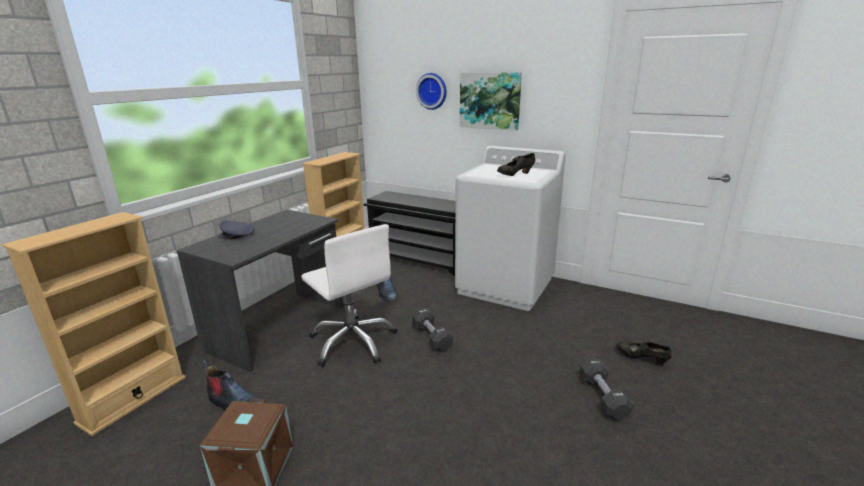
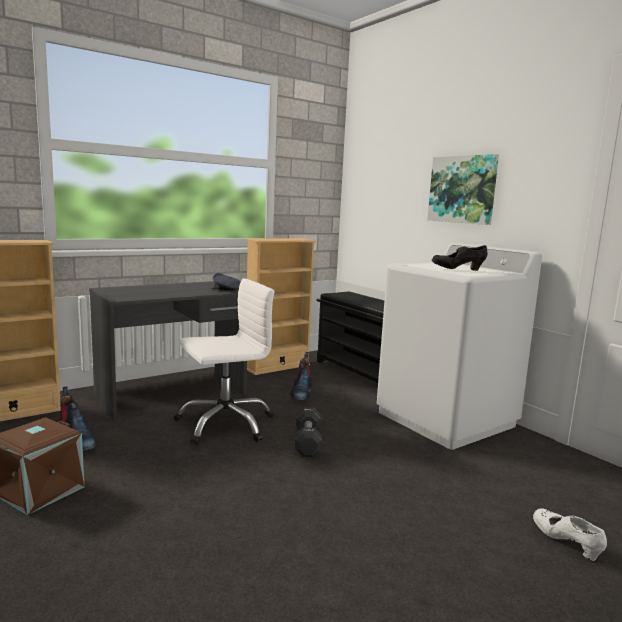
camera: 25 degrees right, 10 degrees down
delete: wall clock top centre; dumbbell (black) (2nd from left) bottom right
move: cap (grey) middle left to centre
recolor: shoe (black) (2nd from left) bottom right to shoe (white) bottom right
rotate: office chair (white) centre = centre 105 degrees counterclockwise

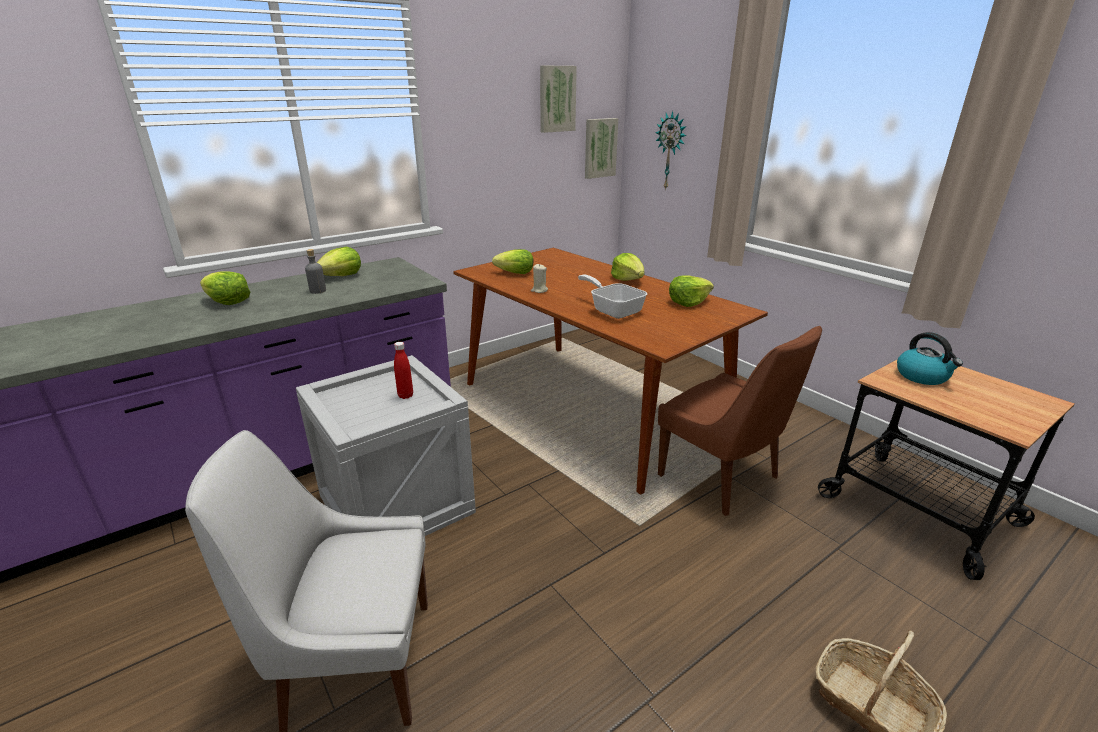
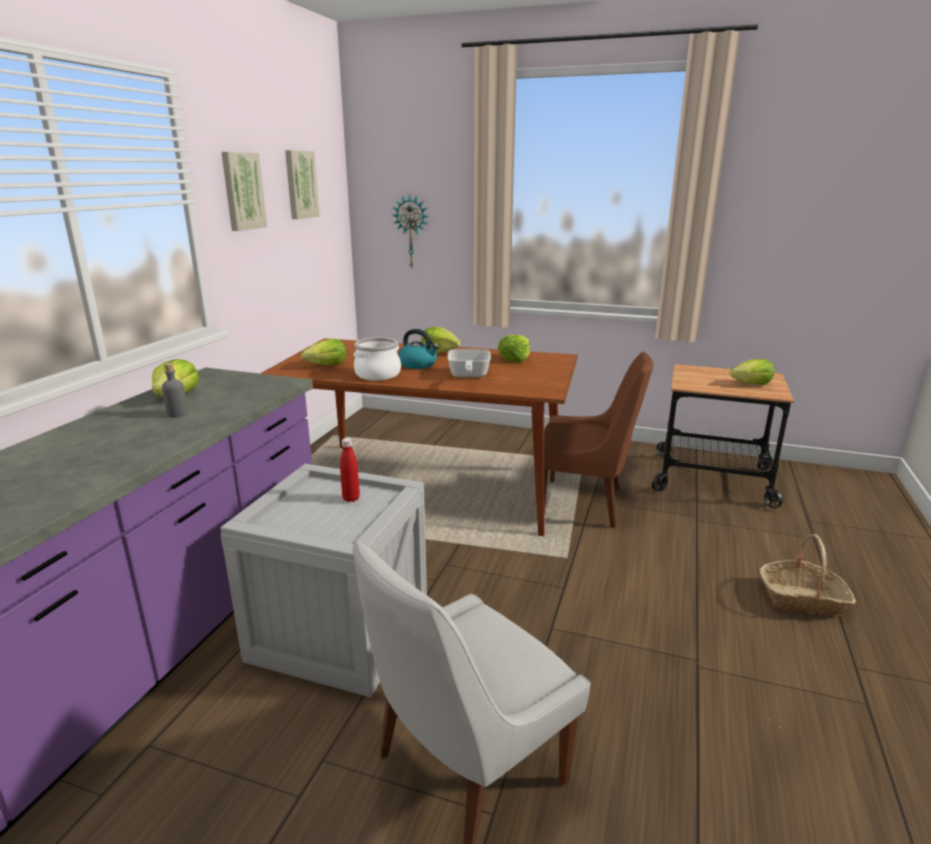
camera: 35 degrees left, 5 degrees down
move: lettuce (1st from left in the first image) middle left to lettuce (5th from left) middle right; picture (2nd from left in the first image) top centre to picture (1st from left) top left; kettle middle right to centre
replace: candle (beige) centre to cooking pot centre
rotate: frying pan centre = centre 105 degrees counterclockwise

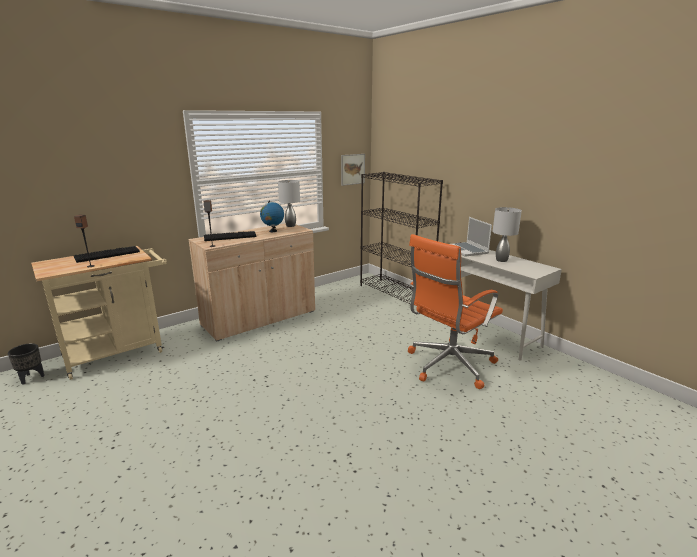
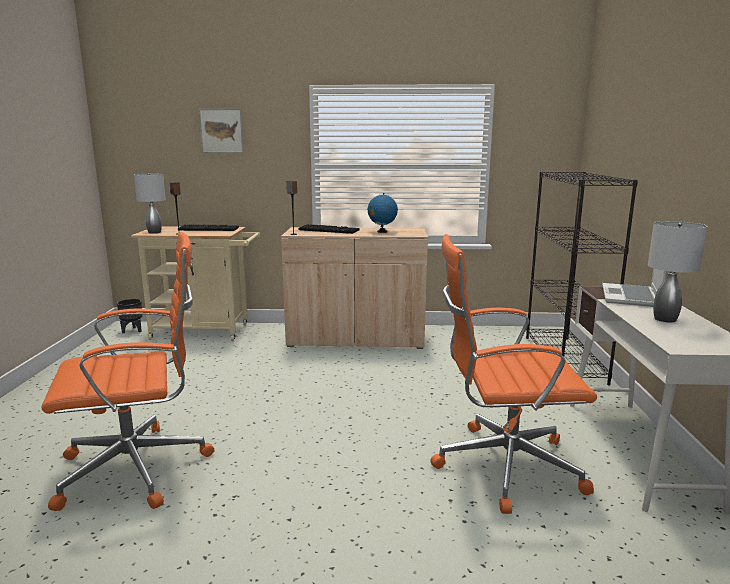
camera: 40 degrees right, 5 degrees down
insert: office chair (orange) (1st from left) middle left
move: table lamp (grey) (1st from left) centre to middle left; picture top centre to top left

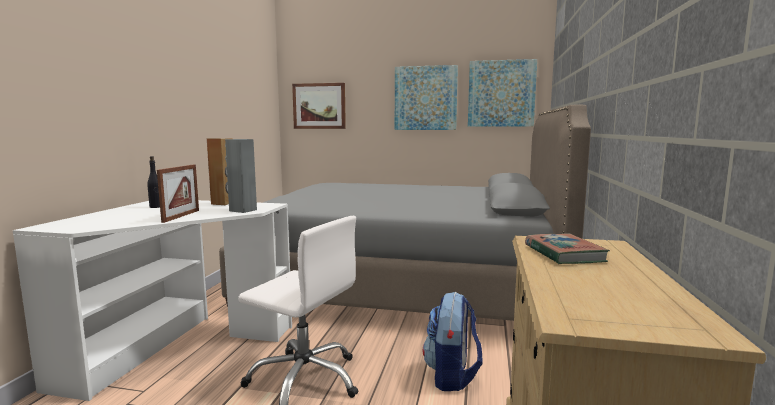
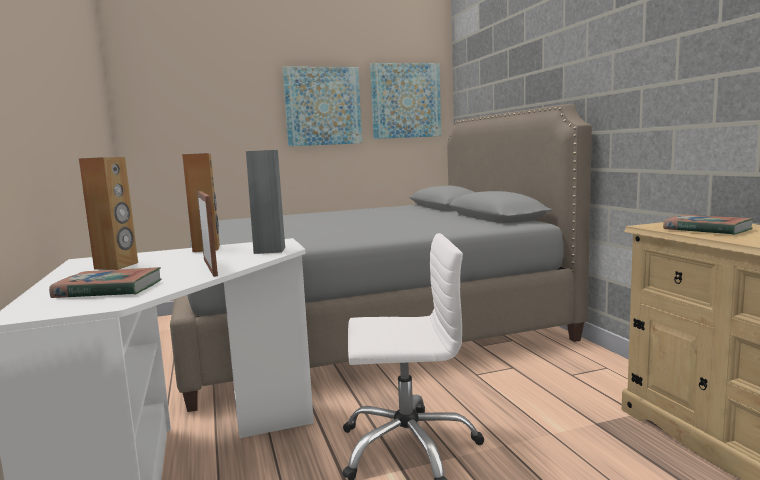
camera: 30 degrees left, 0 degrees up
delete: picture (1st from left) top centre; backpack bottom centre
insert: book (1st from left) middle left
replace: bottle (black) middle left to speaker (brown) (1st from left) middle left

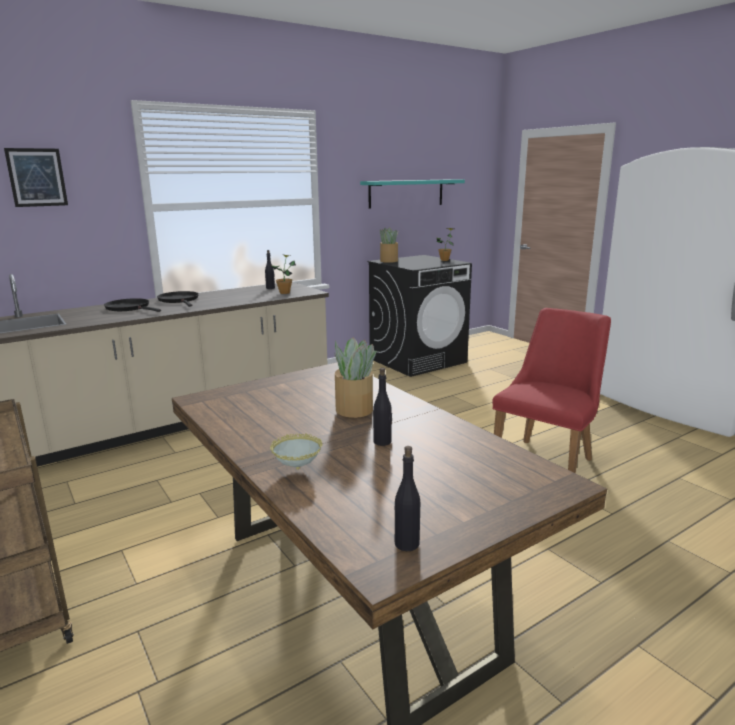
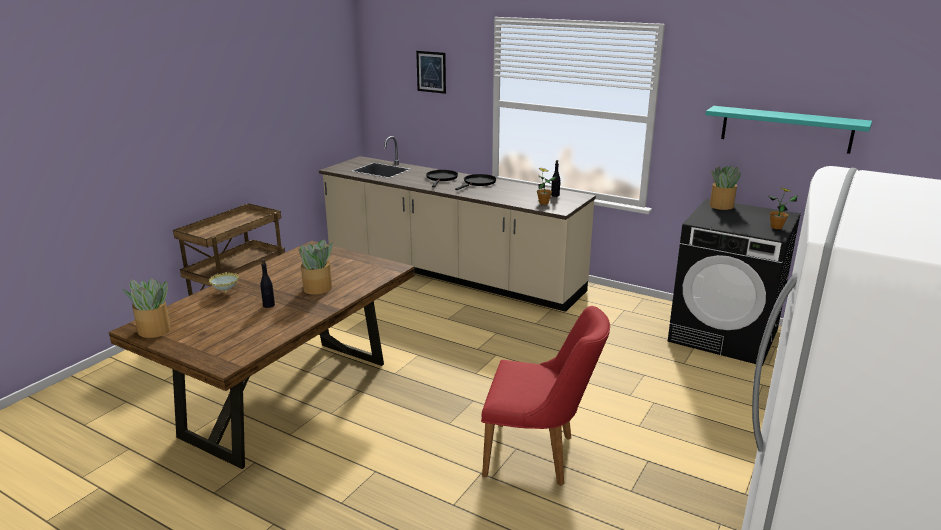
camera: 65 degrees right, 5 degrees up
replace: bottle (black) (3rd from left) bottom centre to potted plant (1st from left) middle left

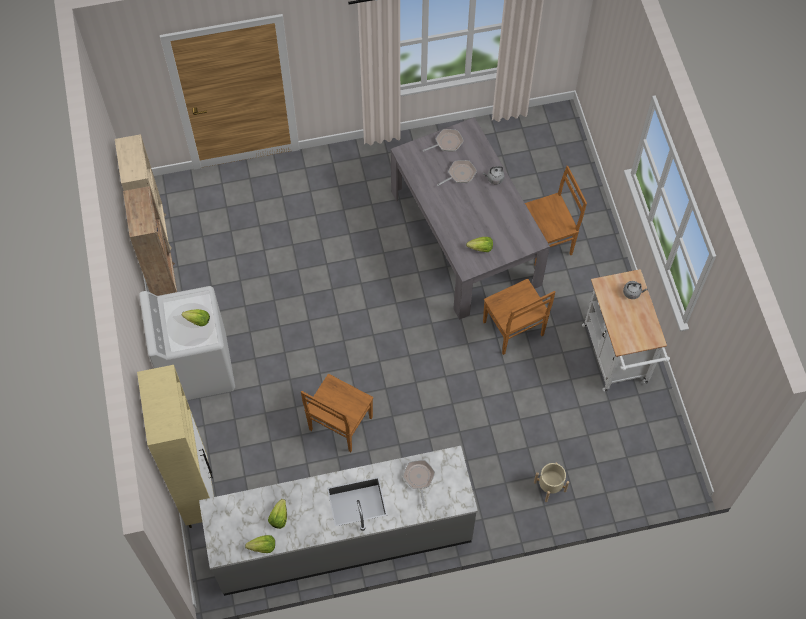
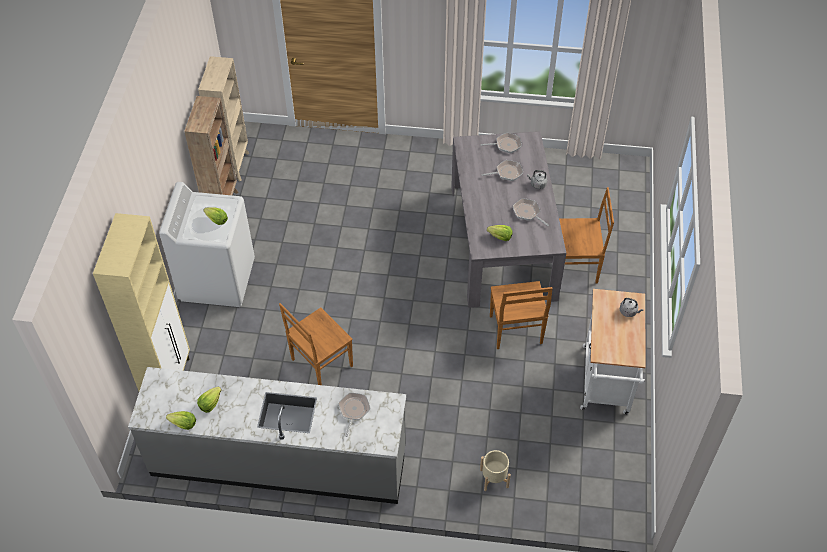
camera: 20 degrees right, 10 degrees down
insert: frying pan (4th from left) centre

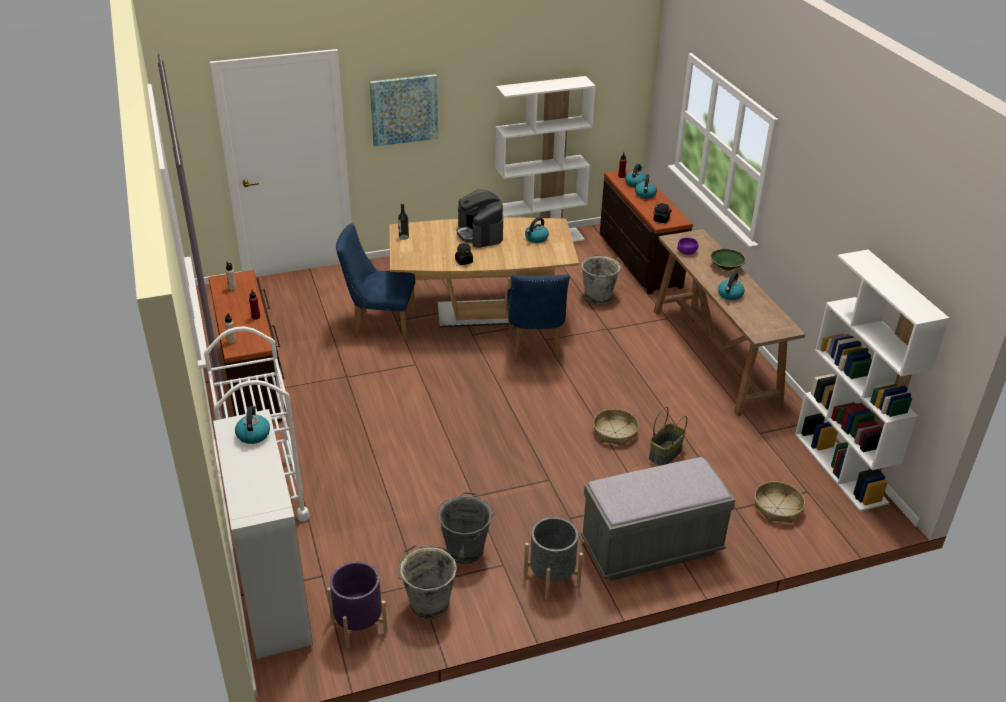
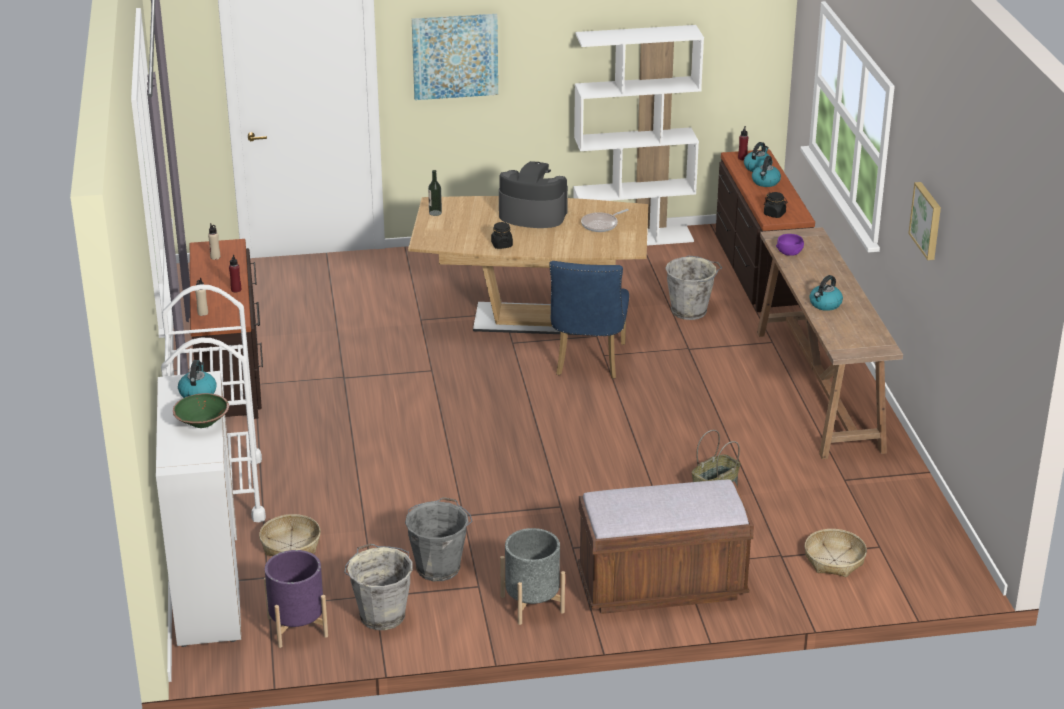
camera: 10 degrees right, 5 degrees down
delete: chair (blue) (1st from left) centre; bookcase (white) (2nd from left) middle right
insert: picture (2nd from left) top right
move: basket (1st from left) centre to bottom left; bowl (green) middle right to middle left
replace: kettle (2nd from left) top centre to frying pan top centre
recolor: bench (grey) bottom centre to bench (brown) bottom centre
rotate: coffee machine top centre = top centre 120 degrees clockwise

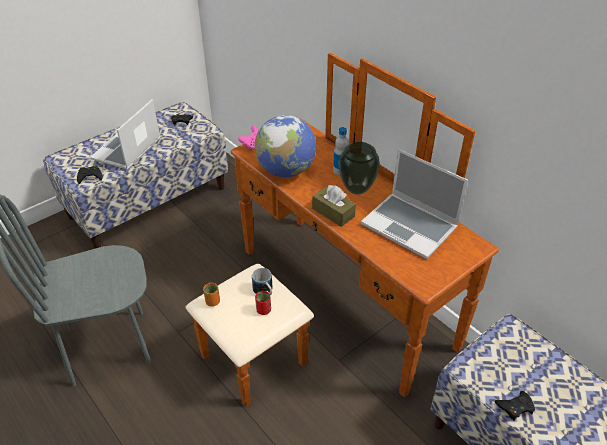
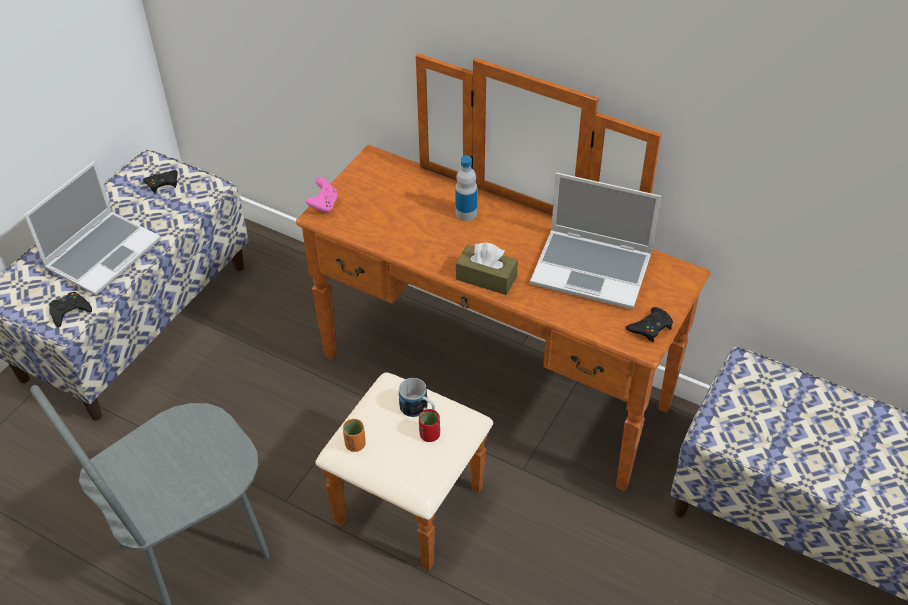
camera: 20 degrees left, 5 degrees up
delete: globe top centre; vase centre
move: game controller (black) (3rd from left) bottom right to middle right
rotate: laptop (1st from left) top left = middle left 150 degrees counterclockwise

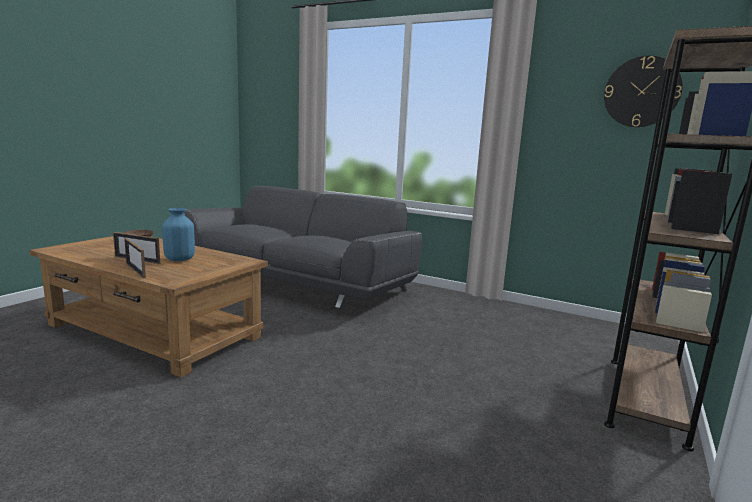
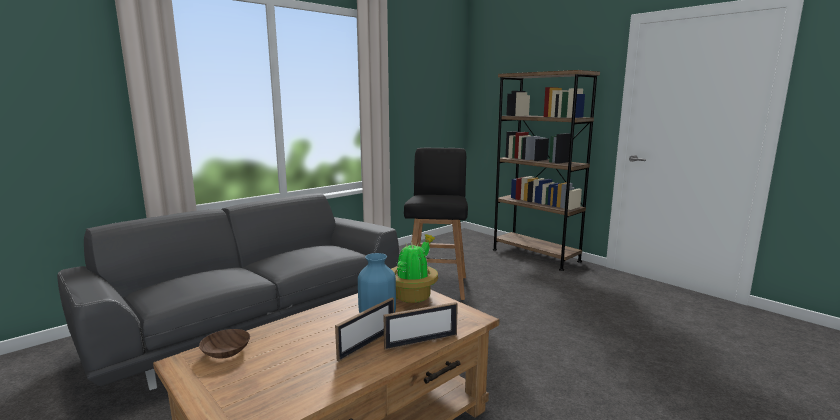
camera: 70 degrees left, 0 degrees up
delete: wall clock top right
insert: potted plant centre; stool (black) centre

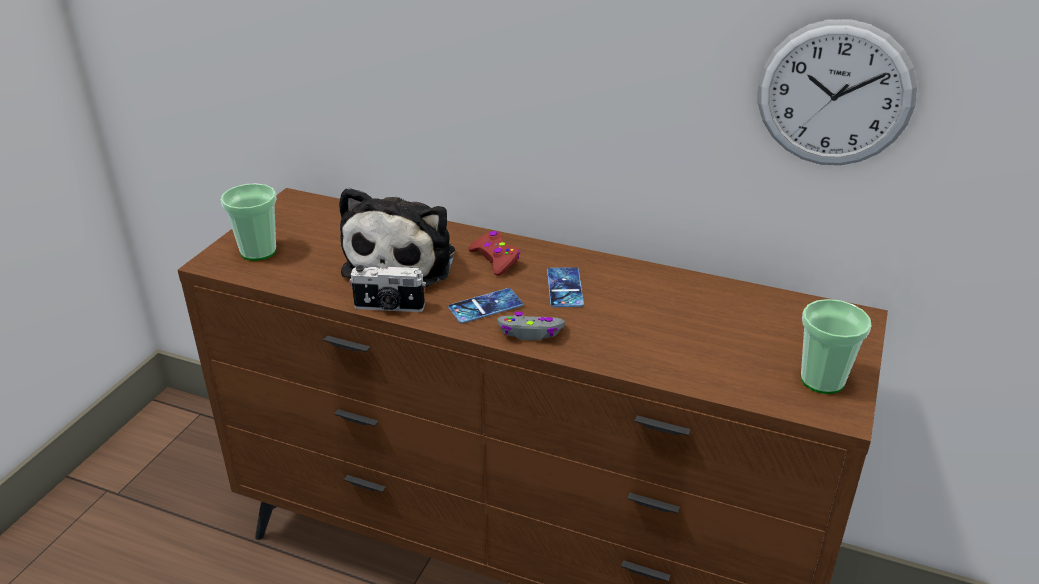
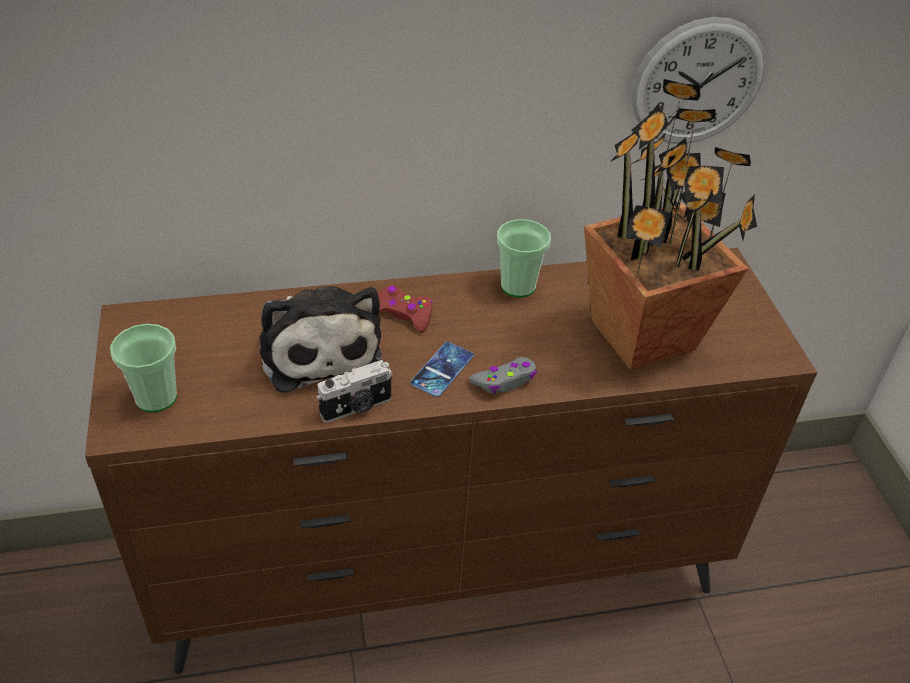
camera: 35 degrees left, 10 degrees up
delete: phone (2nd from left) centre
insert: potted plant top right
move: cup (2nd from left) middle right to centre

